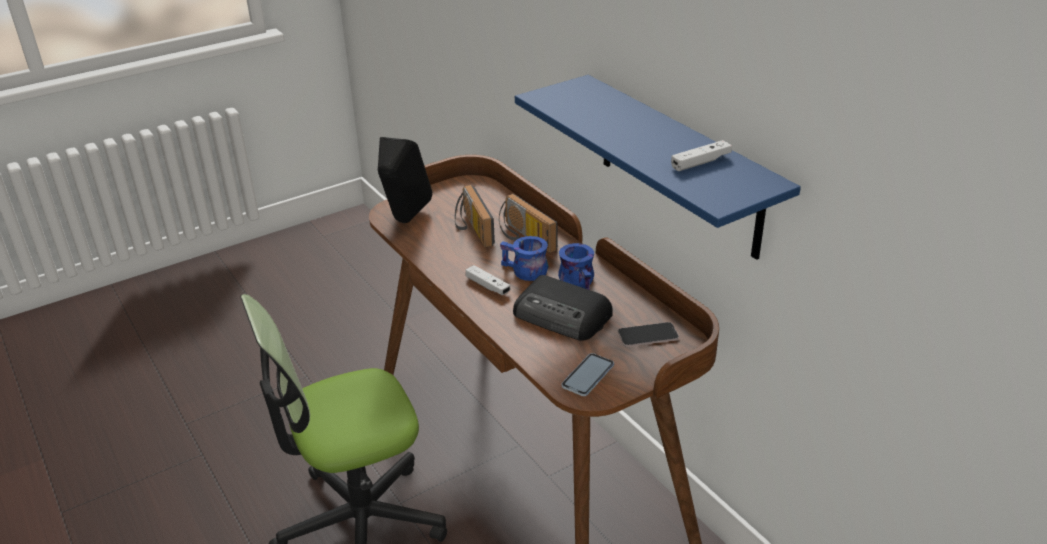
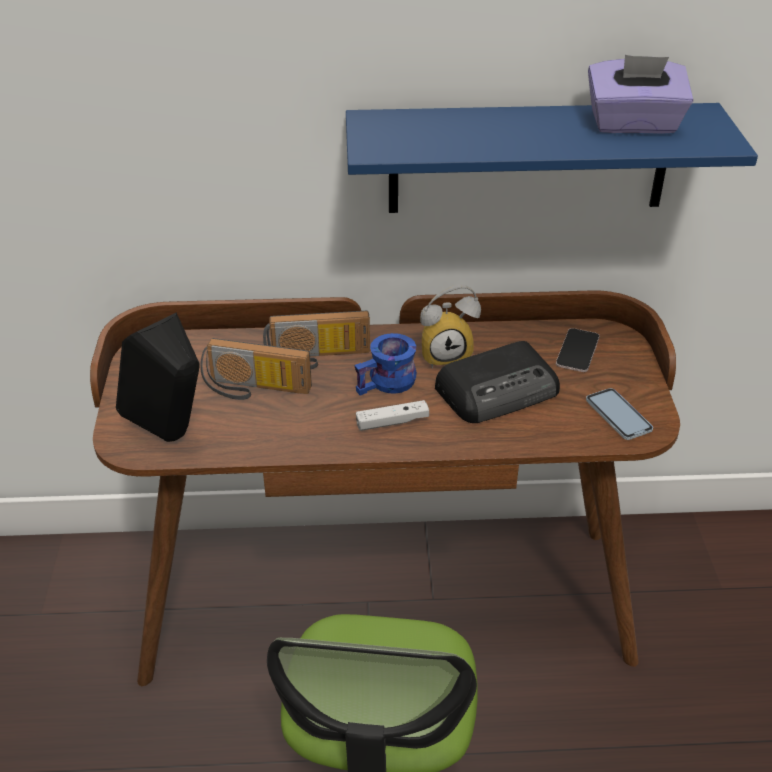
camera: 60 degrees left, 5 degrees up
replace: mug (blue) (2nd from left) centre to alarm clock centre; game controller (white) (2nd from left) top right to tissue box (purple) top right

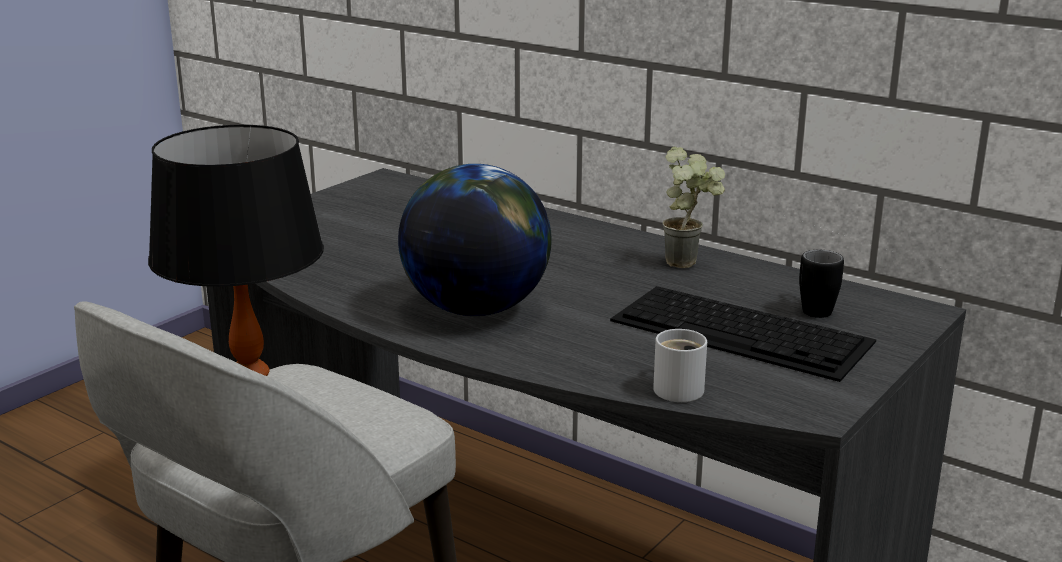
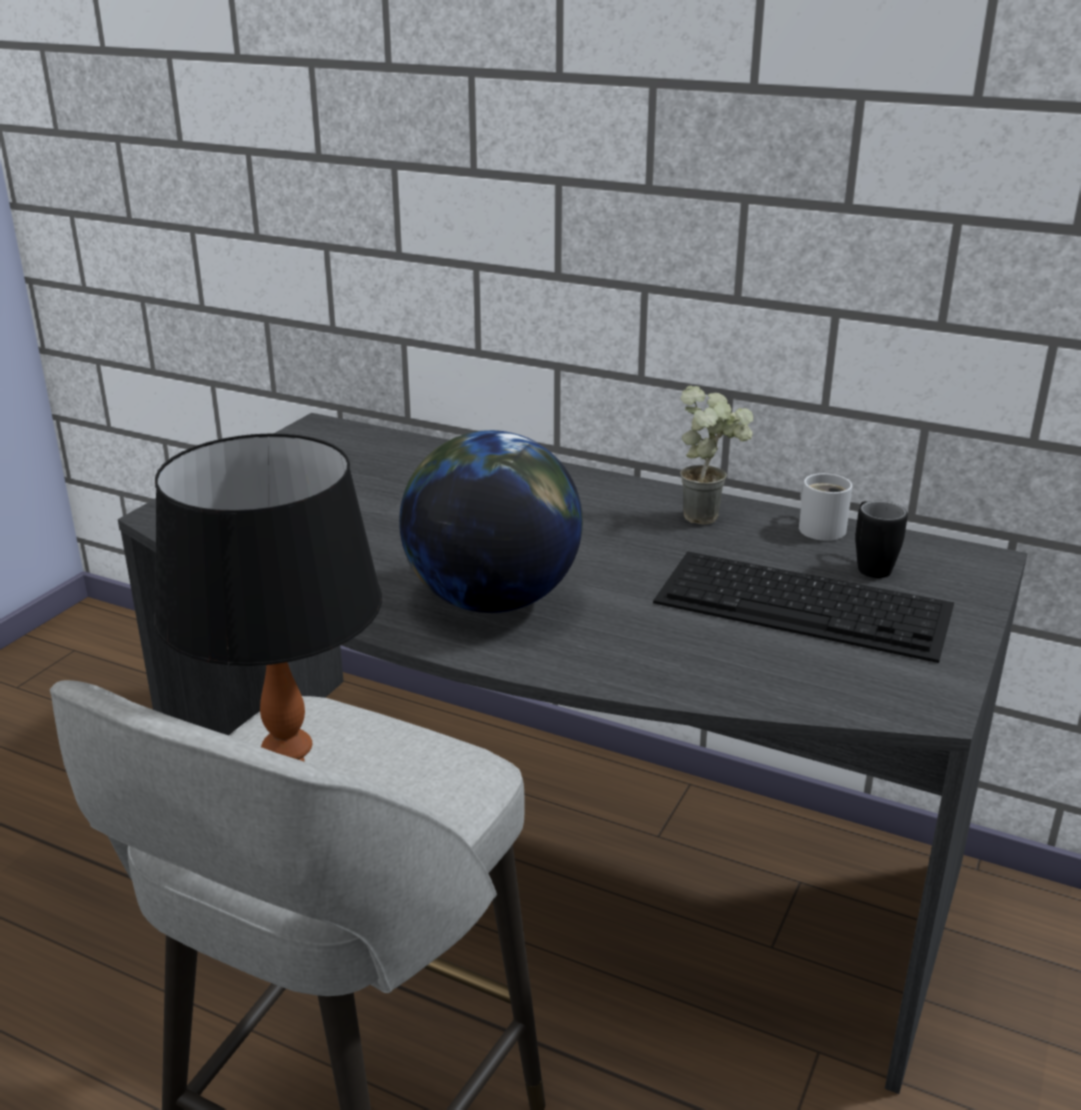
camera: 10 degrees left, 5 degrees up
move: mug (white) centre to middle right

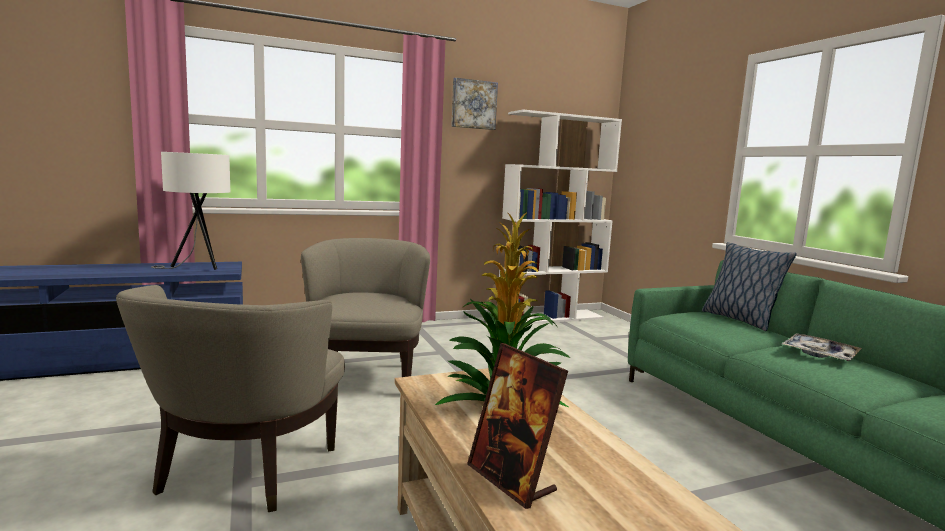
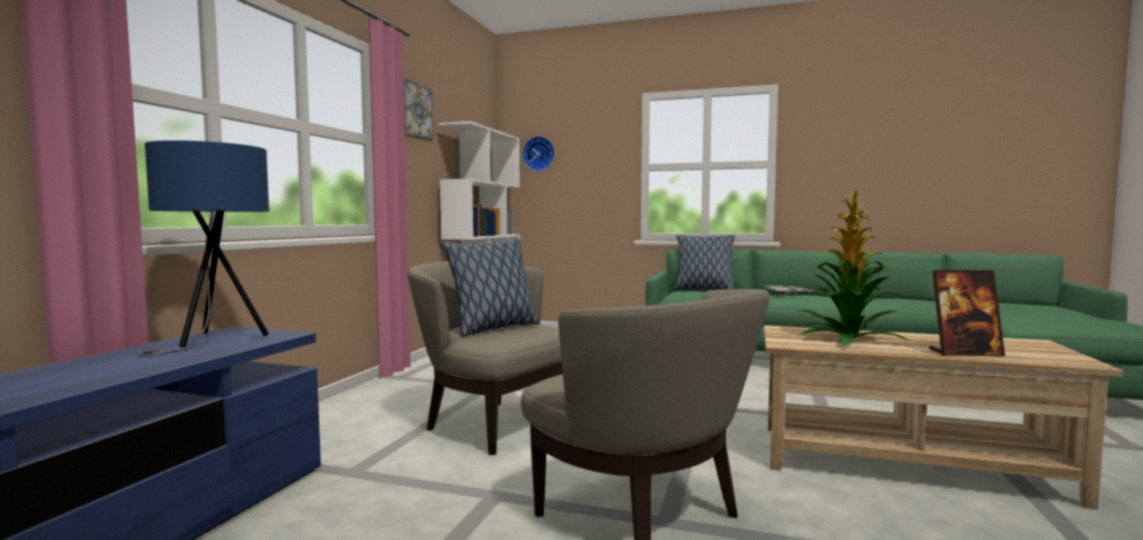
camera: 50 degrees left, 5 degrees down
insert: pillow (1st from left) centre; wall clock top centre
recolor: table lamp (white) middle left to table lamp (blue) middle left

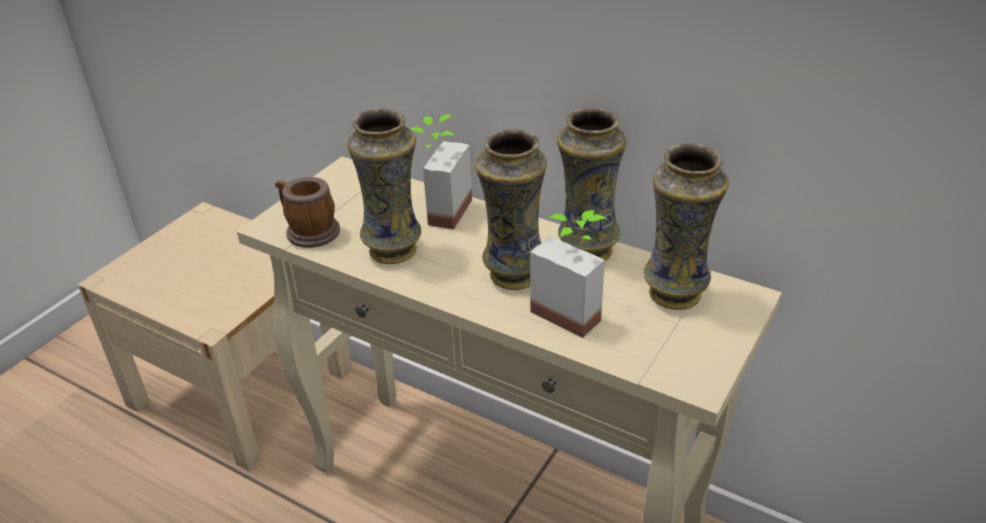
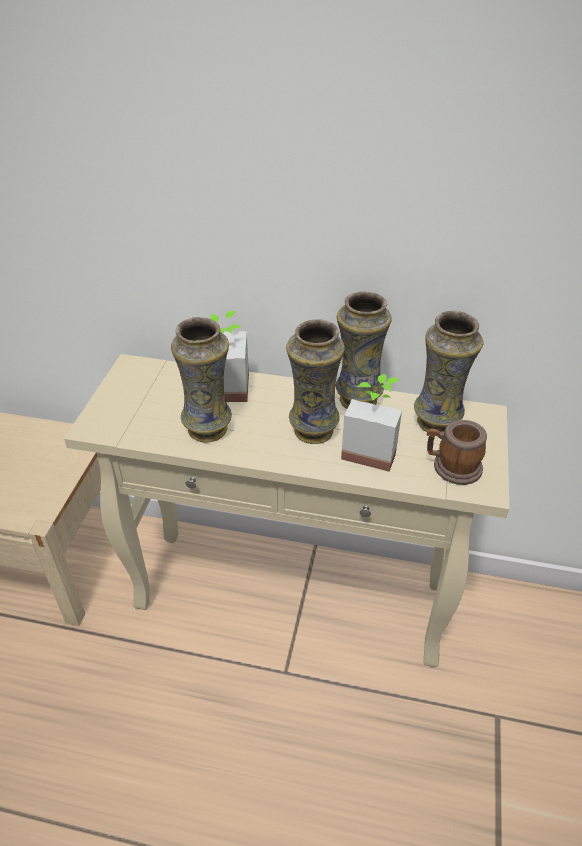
camera: 20 degrees left, 5 degrees up
move: mug middle left to middle right

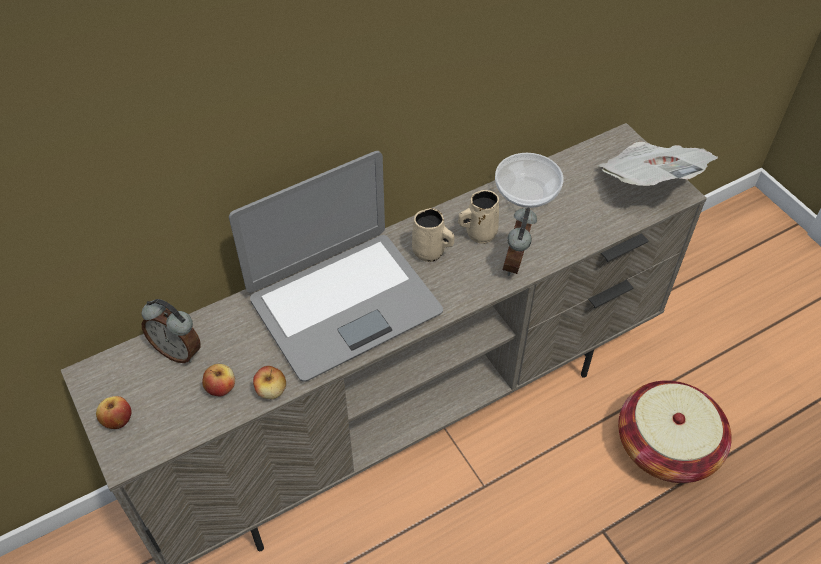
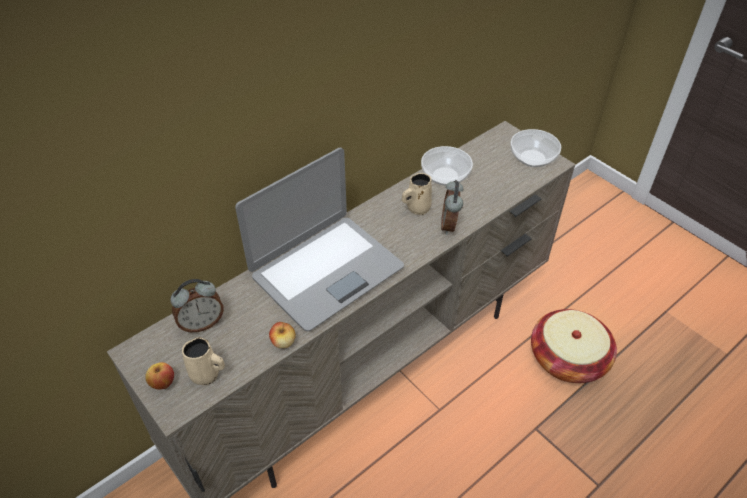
camera: 10 degrees left, 5 degrees down
delete: apple (2nd from left) bottom left
move: mug (beige) (1st from left) centre to bottom left
replace: newspaper top right to bowl (2nd from left) top right
rotate: alarm clock (1st from left) middle left = middle left 45 degrees counterclockwise

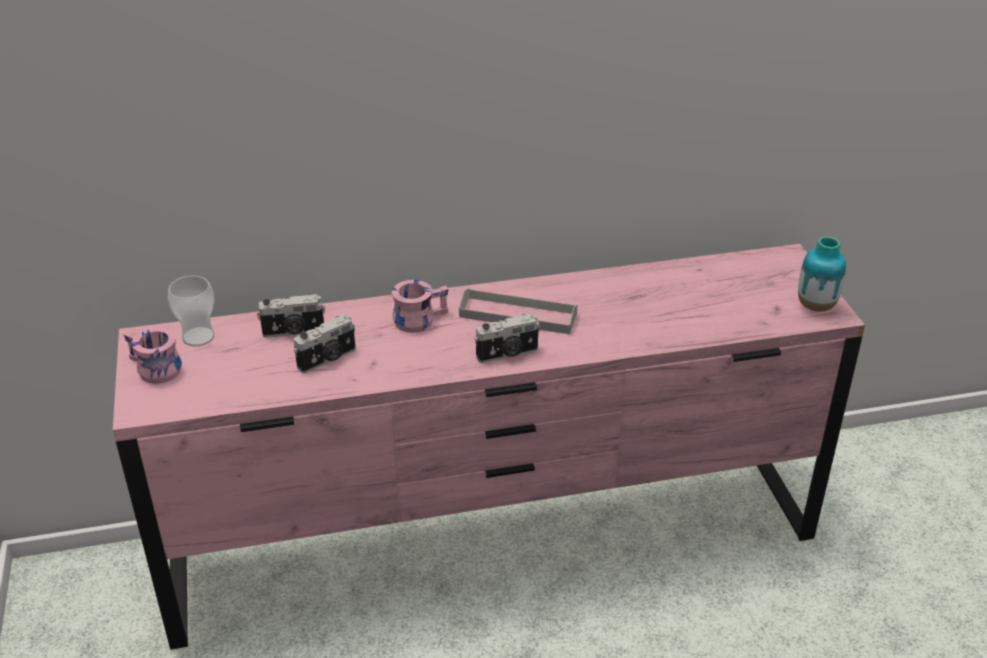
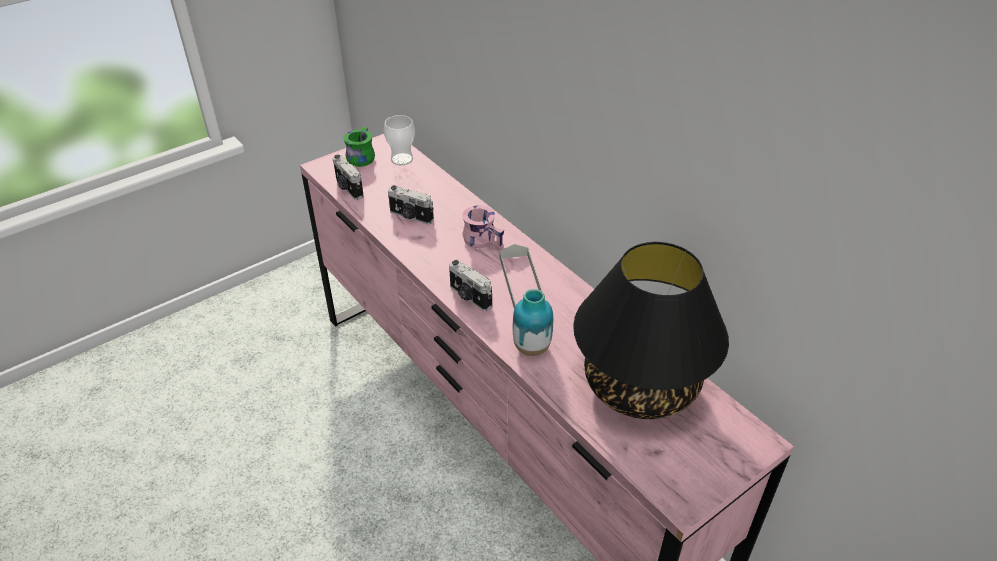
camera: 65 degrees right, 5 degrees up
insert: table lamp (black) centre
move: photo camera (1st from left) middle left to top centre; vase middle right to centre
recolor: mug (pink) (1st from left) middle left to mug (green) top centre

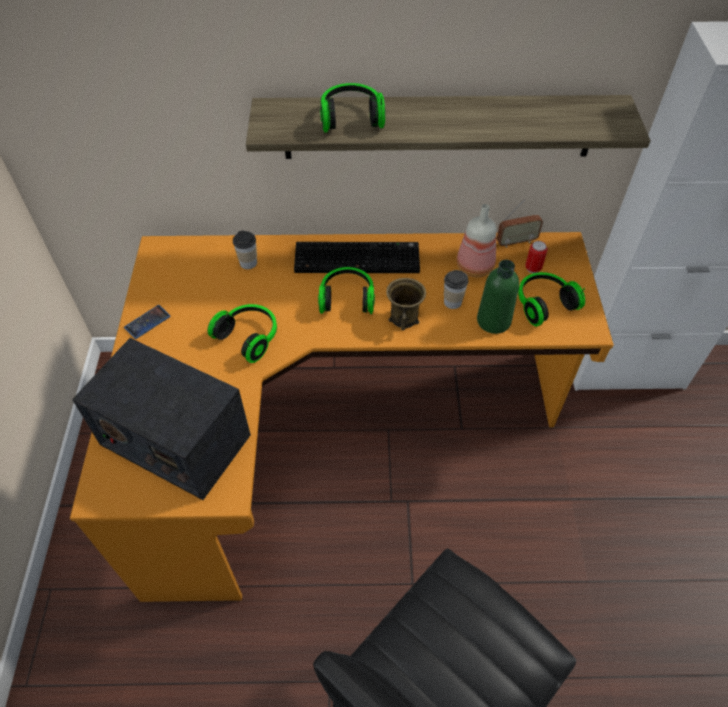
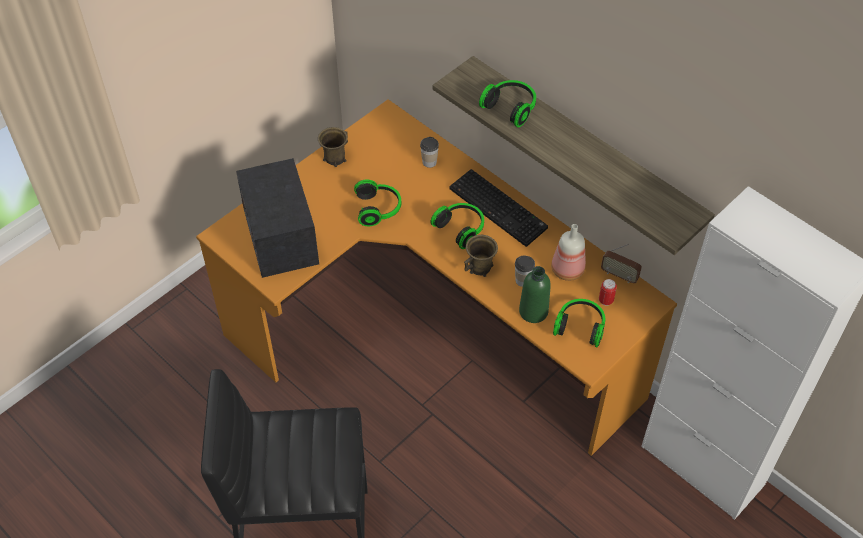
camera: 45 degrees right, 0 degrees up
replace: phone middle left to mug (brown) (1st from left) top centre

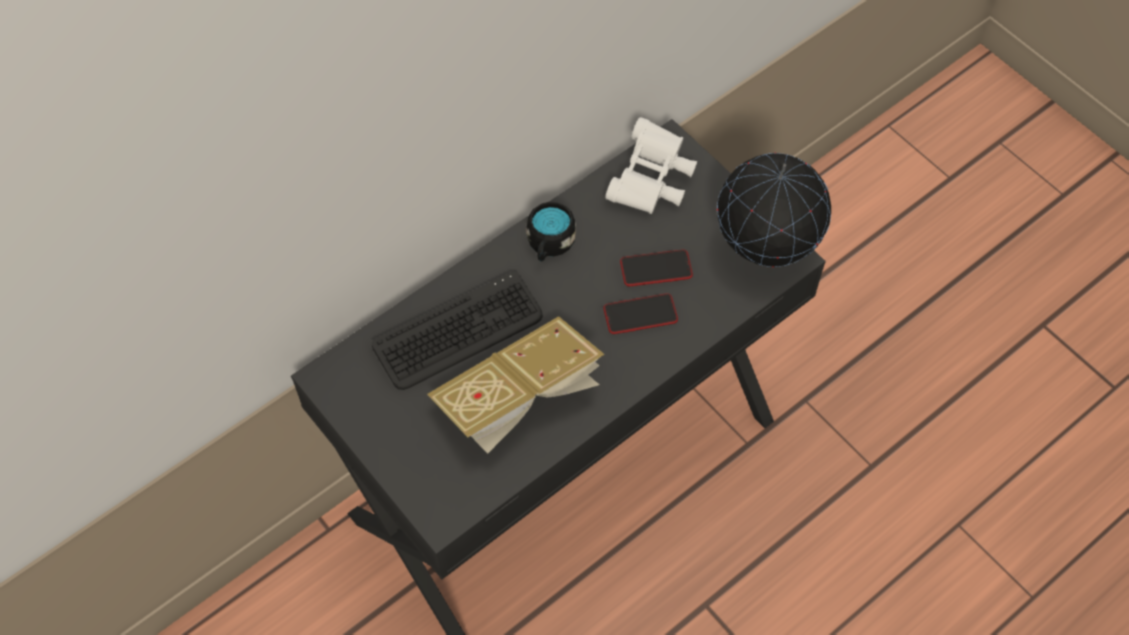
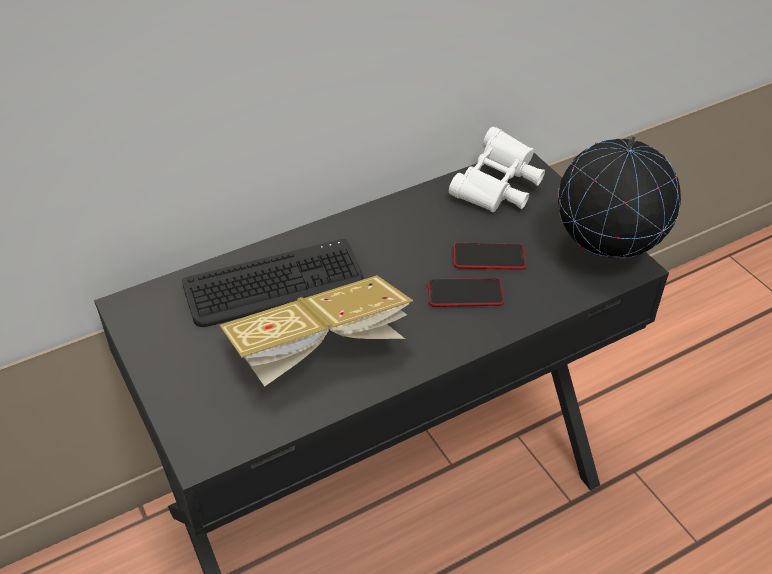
camera: 10 degrees right, 15 degrees down
delete: mug (black) centre

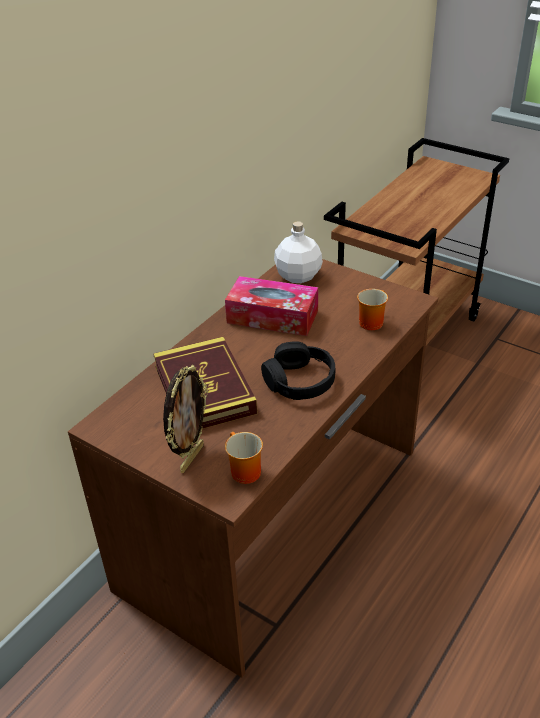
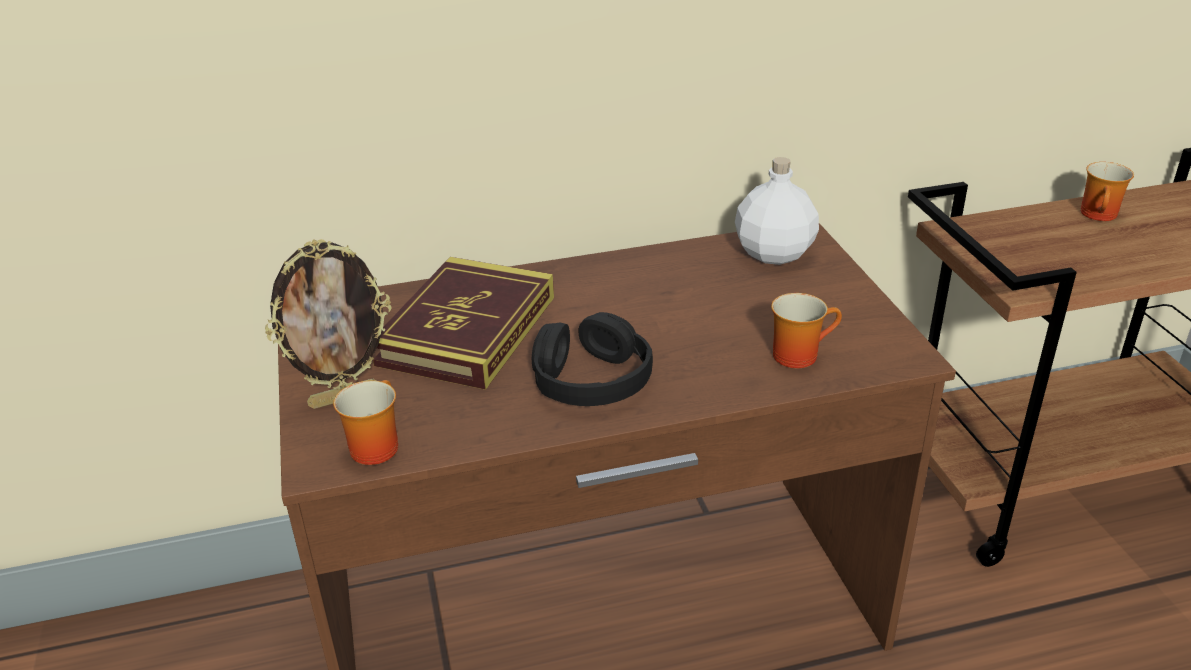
camera: 40 degrees right, 5 degrees down
delete: tissue box centre
insert: mug (3rd from left) top right

